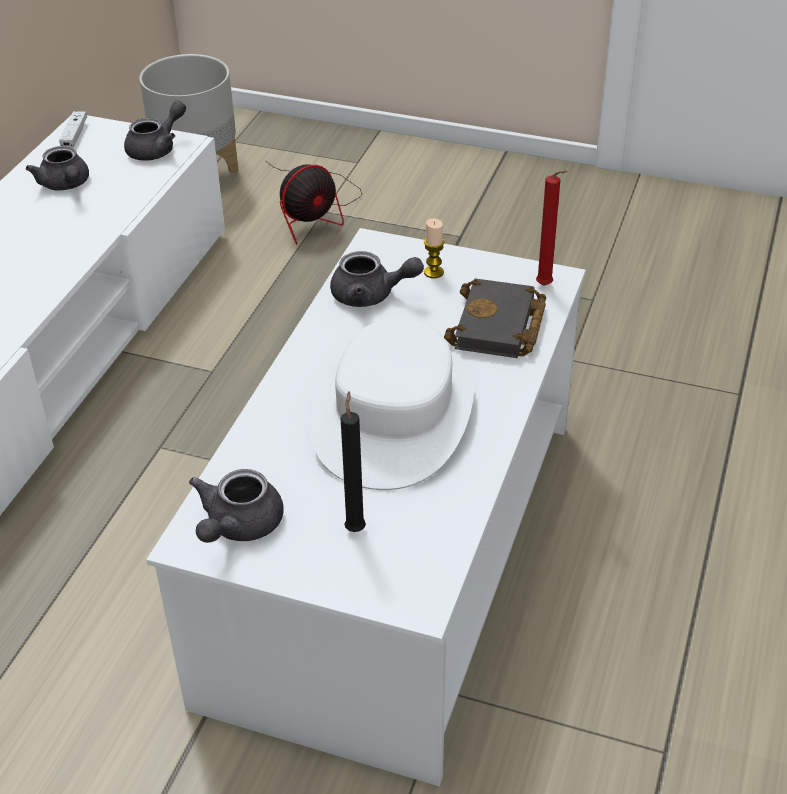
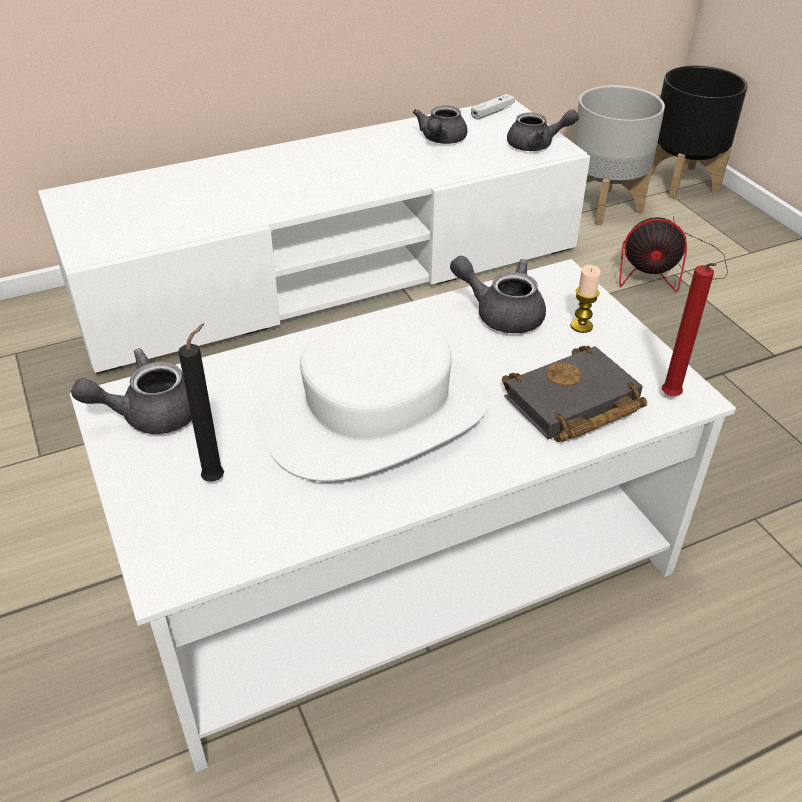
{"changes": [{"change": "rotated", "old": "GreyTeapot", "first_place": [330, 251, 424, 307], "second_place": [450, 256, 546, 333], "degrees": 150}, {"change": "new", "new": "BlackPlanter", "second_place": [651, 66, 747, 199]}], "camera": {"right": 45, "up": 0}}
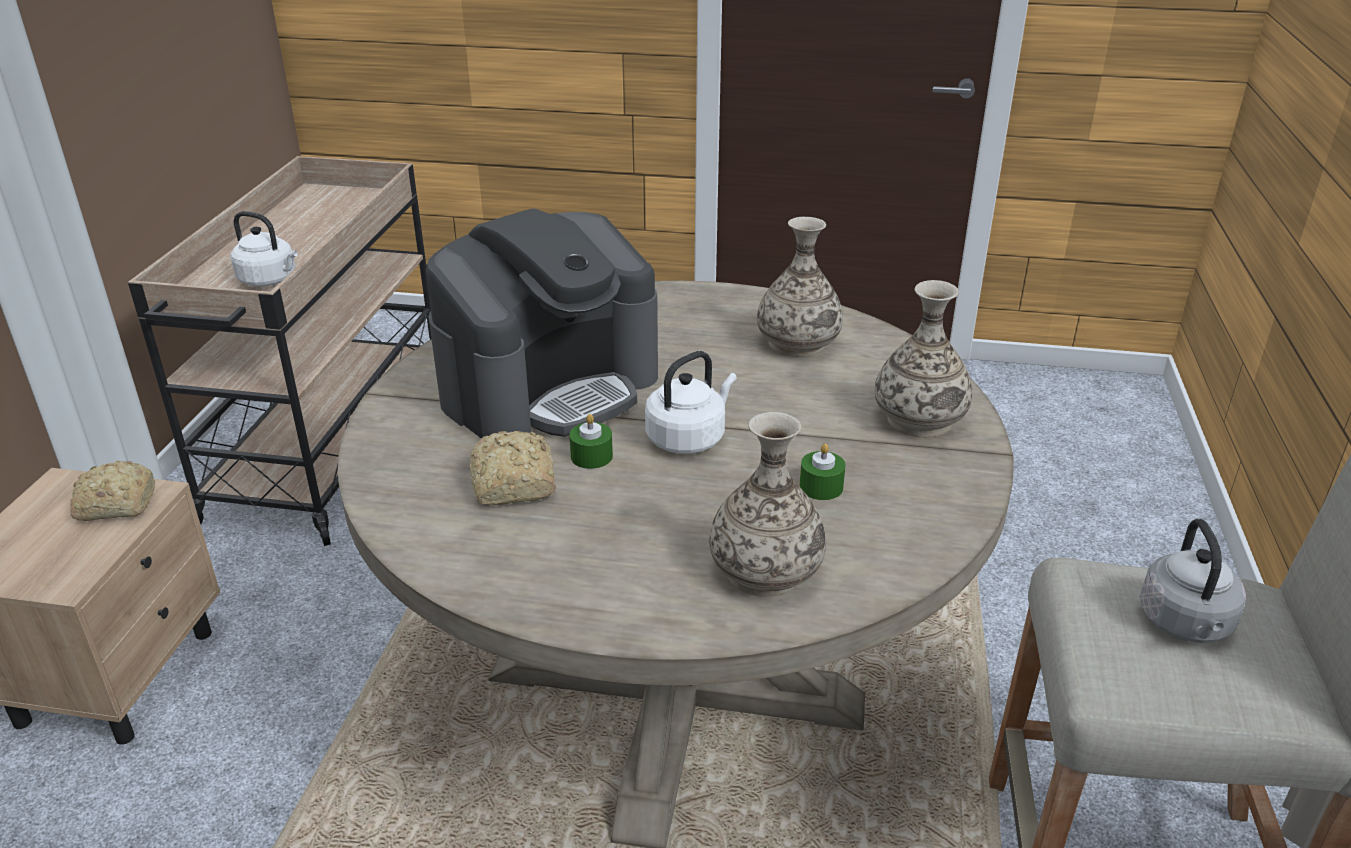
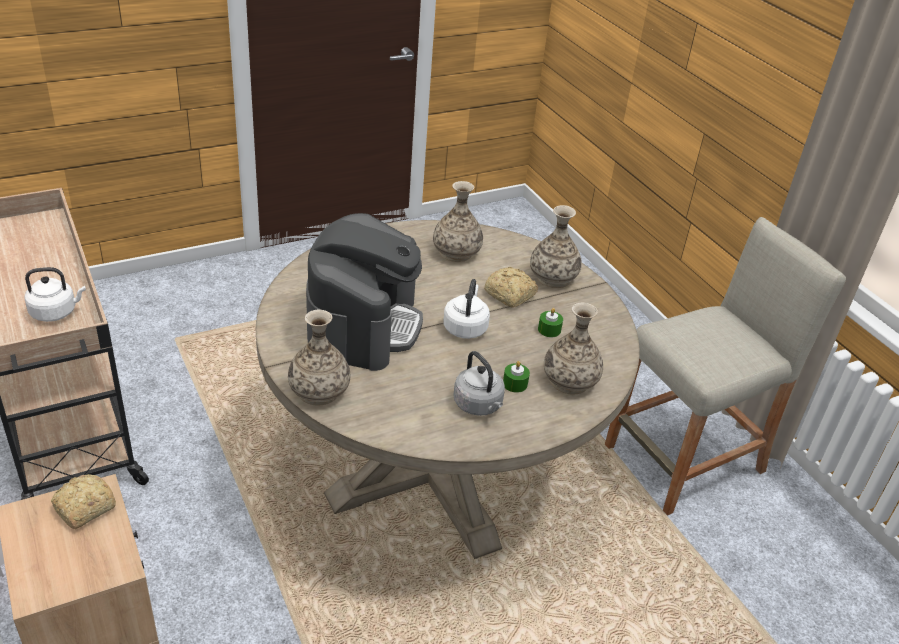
{"changes": [{"change": "new", "new": "Vase", "second_place": [288, 309, 350, 405]}, {"change": "shifted", "old": "GreyKettle", "first_place": [1140, 519, 1246, 643], "second_place": [453, 351, 505, 415]}, {"change": "shifted", "old": "Bread", "first_place": [470, 431, 556, 505], "second_place": [484, 267, 538, 308]}, {"change": "shifted", "old": "GreenCandle", "first_place": [570, 414, 613, 469], "second_place": [503, 361, 530, 393]}], "camera": {"right": -40, "up": 5}}
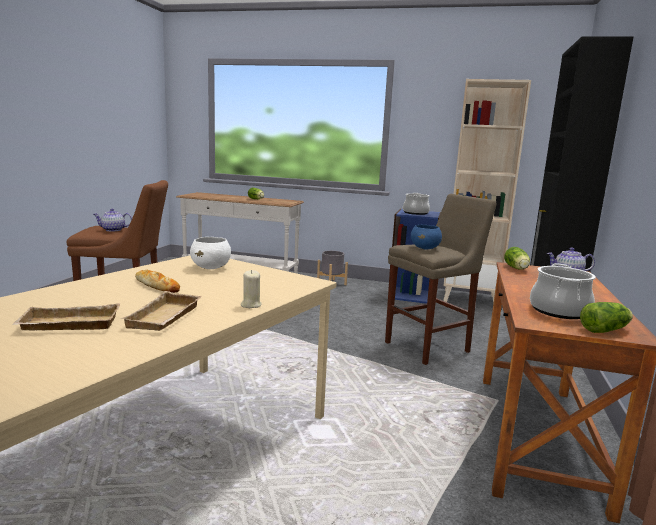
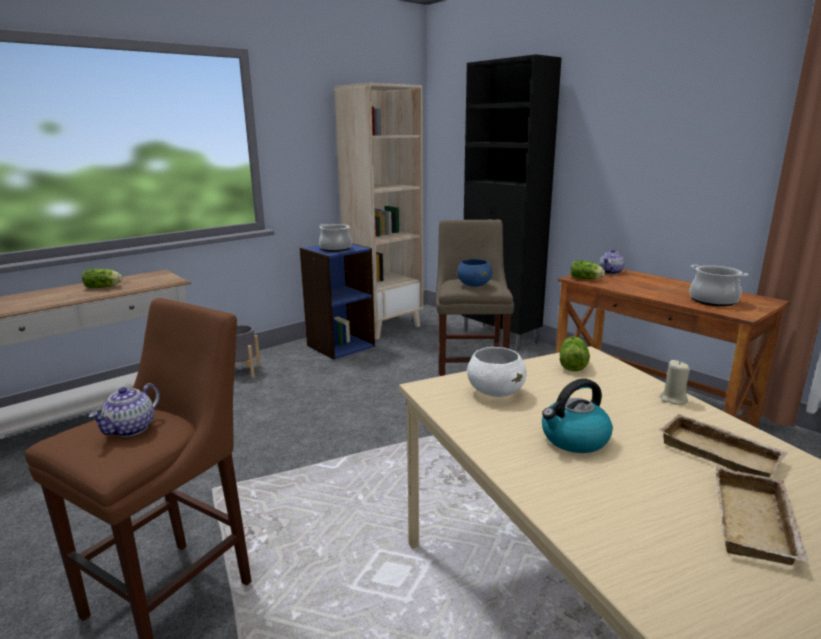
{"changes": [{"change": "swapped", "old": "Bread", "new": "Kettle", "first_place": [135, 270, 180, 293], "second_place": [542, 378, 613, 453]}, {"change": "shifted", "old": "Lettuce", "first_place": [580, 302, 633, 333], "second_place": [560, 337, 590, 371]}], "camera": {"right": -55, "up": 5}}
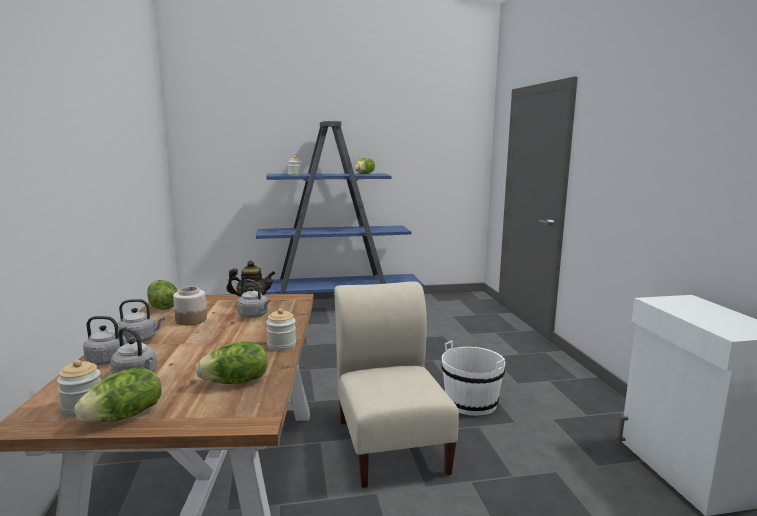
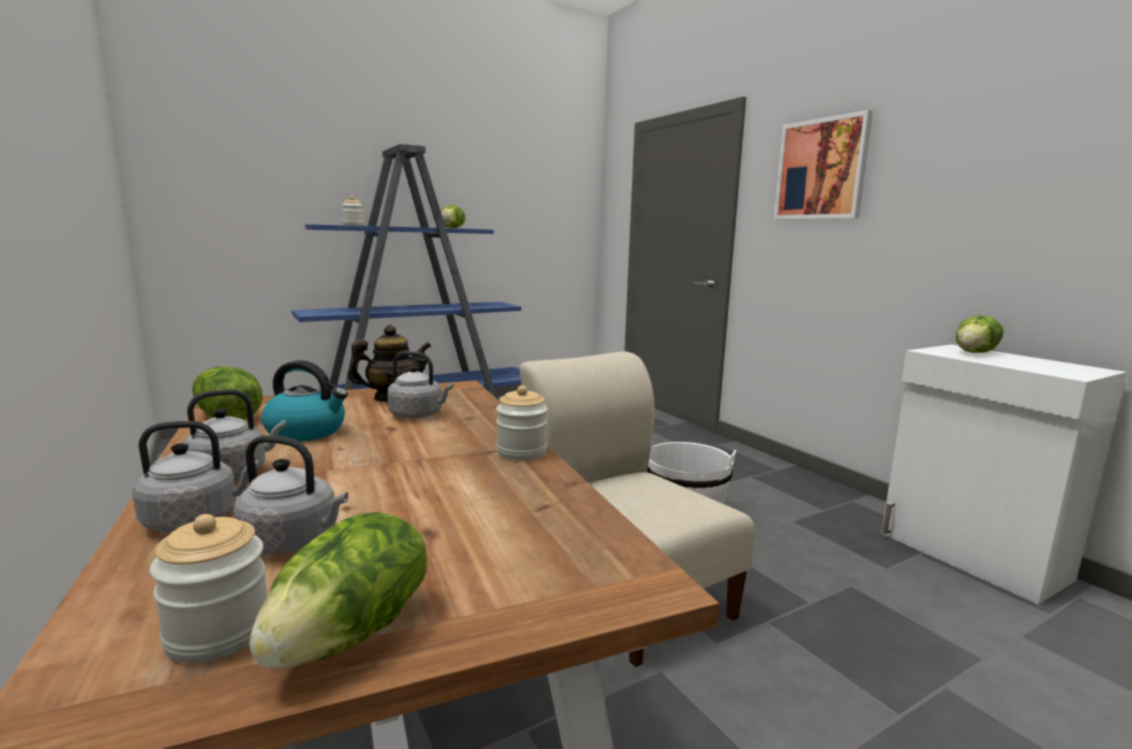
{"changes": [{"change": "swapped", "old": "Jar", "new": "Kettle", "first_place": [173, 287, 207, 325], "second_place": [261, 360, 348, 441]}, {"change": "new", "new": "Picture", "second_place": [774, 110, 873, 220]}, {"change": "shifted", "old": "Lettuce", "first_place": [195, 342, 268, 384], "second_place": [956, 315, 1004, 353]}], "camera": {"right": -20, "up": 0}}
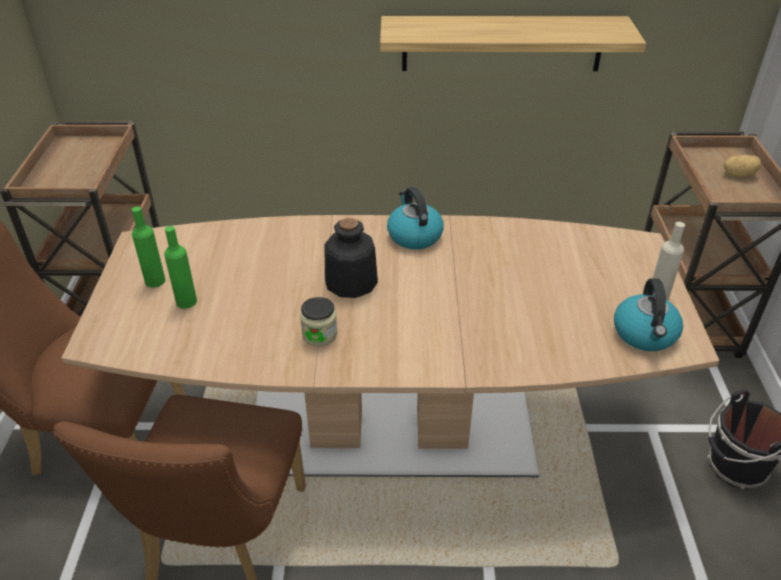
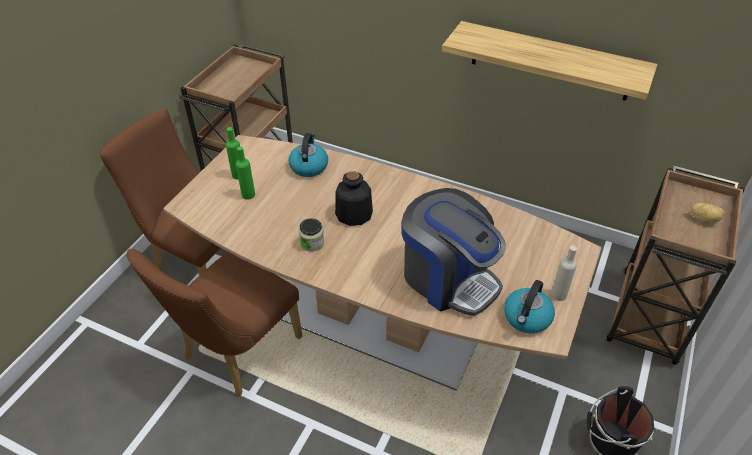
{"changes": [{"change": "shifted", "old": "Kettle", "first_place": [387, 187, 444, 249], "second_place": [288, 133, 328, 177]}, {"change": "new", "new": "CoffeeMachine", "second_place": [401, 188, 506, 316]}], "camera": {"right": 25, "up": 5}}
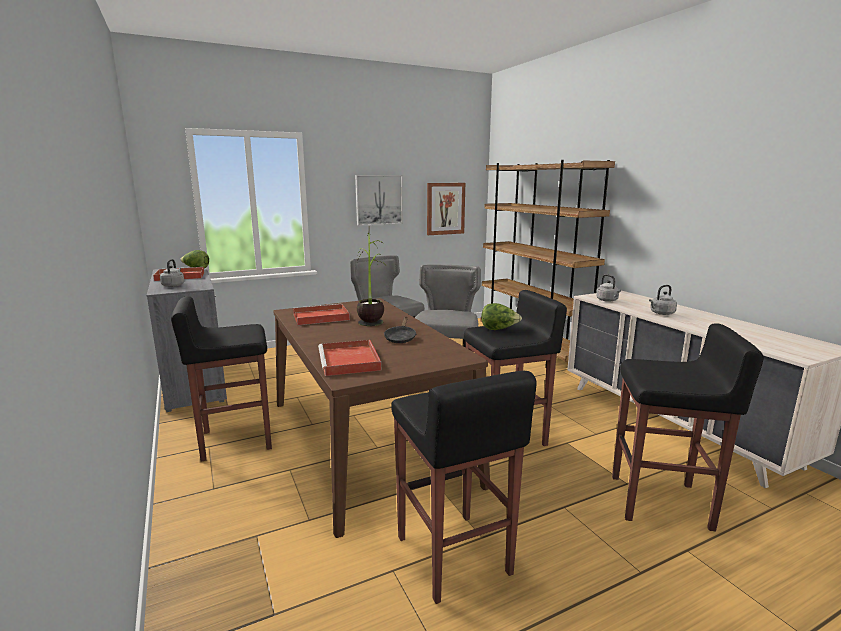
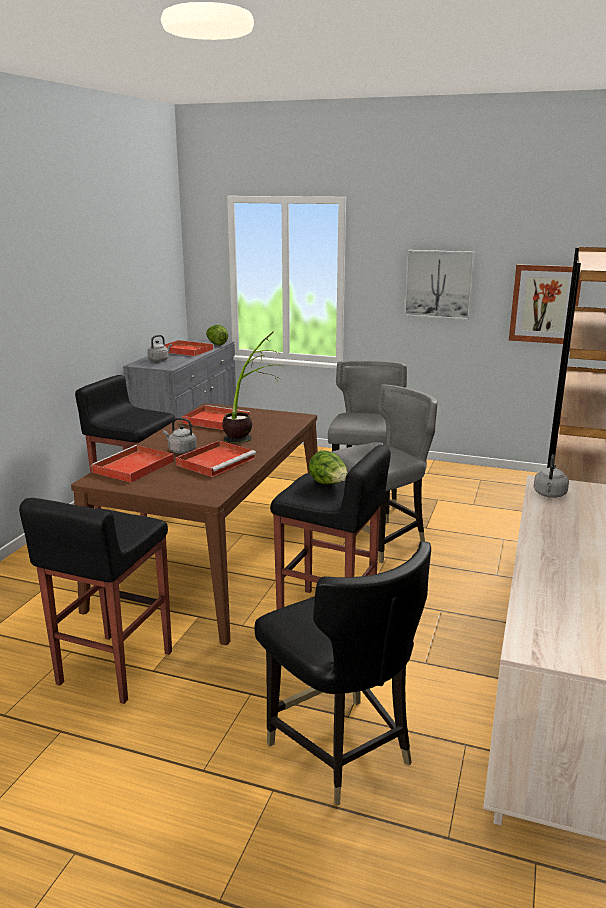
{"changes": [{"change": "shifted", "old": "GreyKettle", "first_place": [649, 285, 677, 315], "second_place": [163, 418, 197, 454]}, {"change": "swapped", "old": "BlackFryingPan", "new": "RedTray", "first_place": [384, 317, 416, 343], "second_place": [176, 441, 256, 477]}, {"change": "swapped", "old": "BlackStool", "new": "BlackChair", "first_place": [612, 323, 764, 531], "second_place": [254, 541, 431, 805]}], "camera": {"right": 45, "up": 5}}
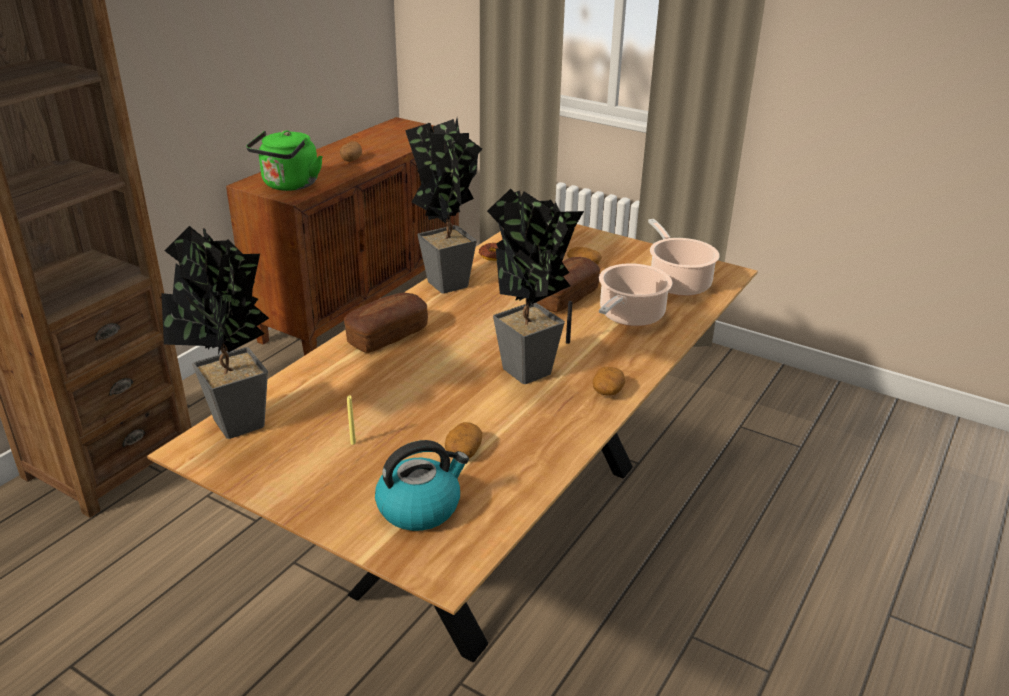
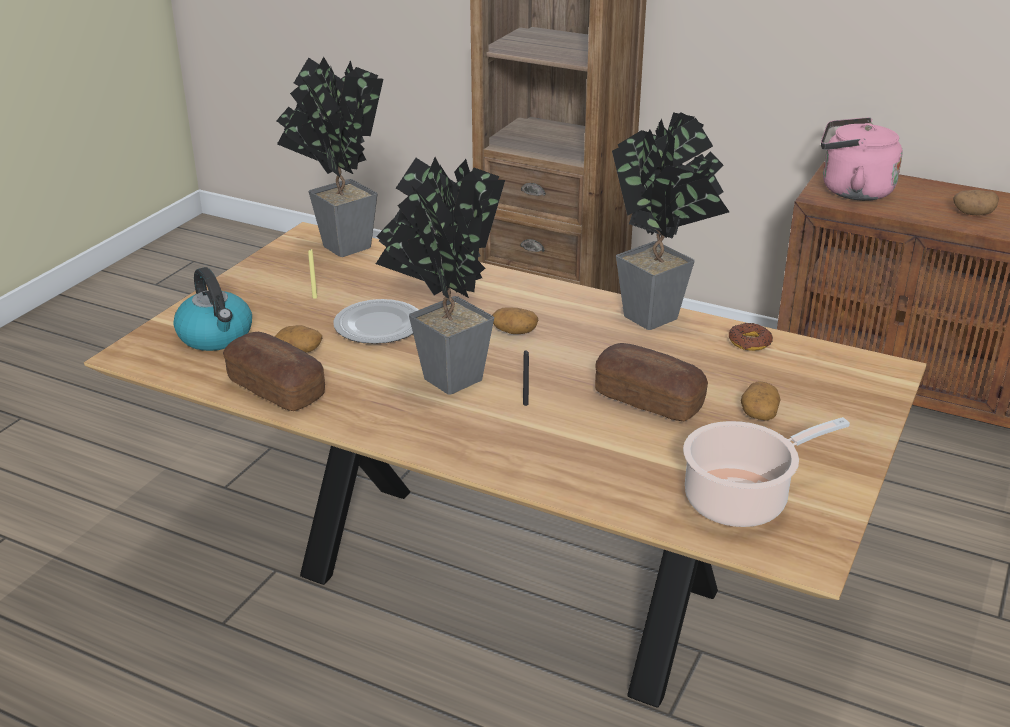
{"changes": [{"change": "shifted", "old": "Bread", "first_place": [344, 293, 428, 353], "second_place": [223, 332, 325, 411]}, {"change": "new", "new": "Plate", "second_place": [334, 299, 419, 344]}, {"change": "shifted", "old": "Potato", "first_place": [593, 367, 625, 396], "second_place": [492, 307, 538, 334]}, {"change": "repainted", "old": "GreenKettle", "new": "PinkKettle", "first_place": [246, 130, 323, 191], "second_place": [821, 117, 903, 201]}, {"change": "gone", "old": "CookingPot", "first_place": [599, 263, 673, 326]}], "camera": {"right": 85, "up": 0}}
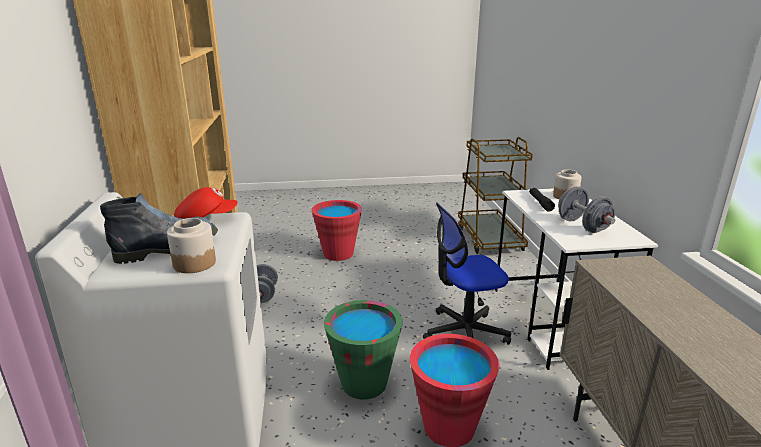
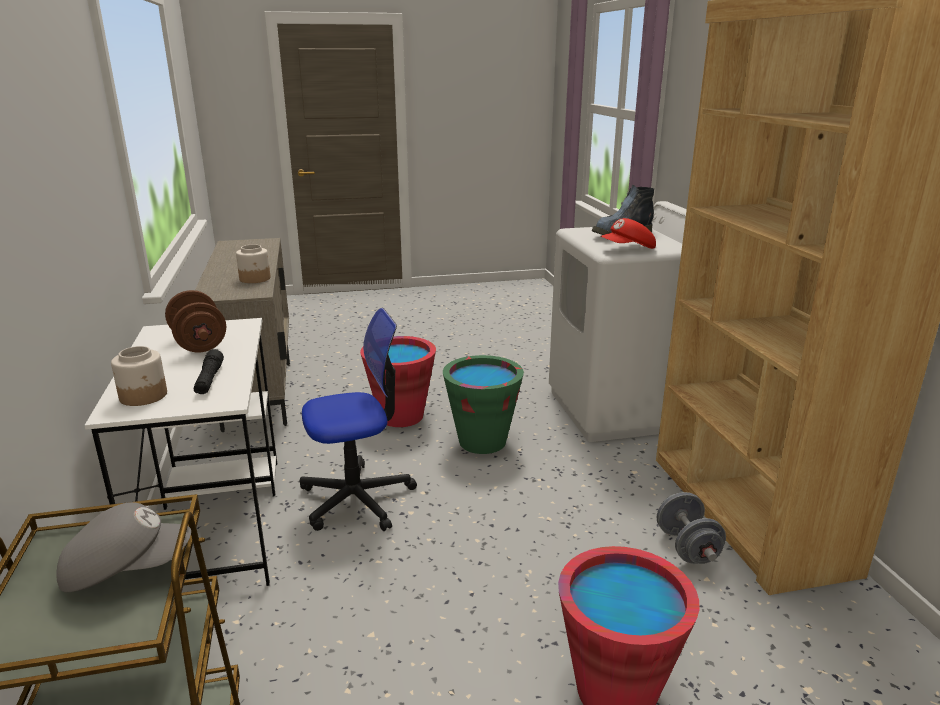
{"changes": [{"change": "new", "new": "GreyCap", "second_place": [56, 502, 191, 592]}, {"change": "repainted", "old": "GreyDumbbell", "new": "BrownDumbbell", "first_place": [558, 186, 615, 233], "second_place": [165, 290, 226, 352]}, {"change": "shifted", "old": "Jar", "first_place": [167, 218, 216, 273], "second_place": [236, 245, 271, 283]}], "camera": {"right": 175, "up": 0}}
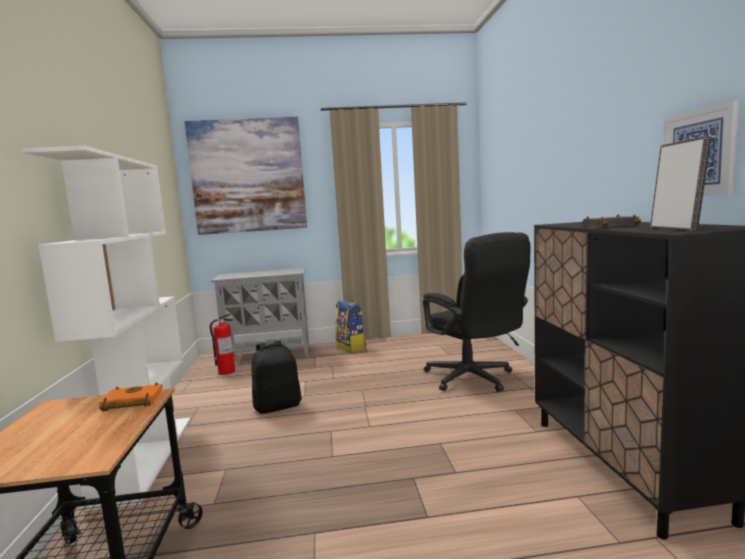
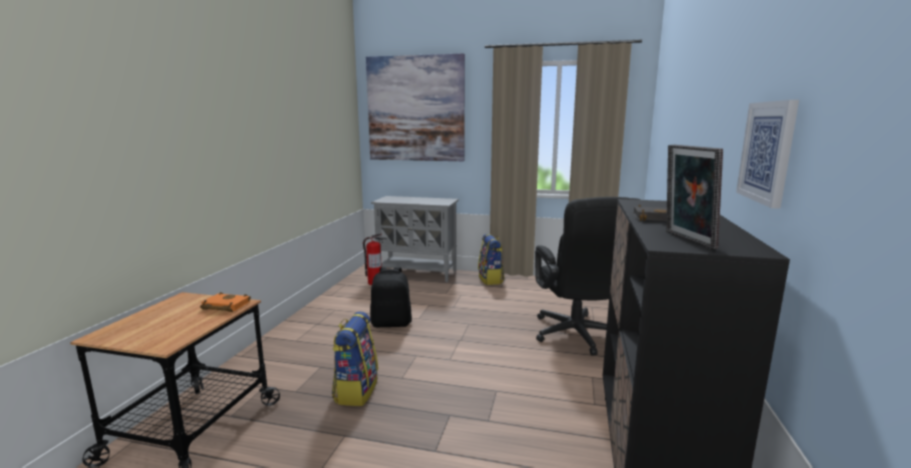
{"changes": [{"change": "new", "new": "Backpack", "second_place": [332, 311, 378, 406]}, {"change": "rotated", "old": "PictureFrame", "first_place": [650, 136, 712, 231], "second_place": [666, 145, 723, 249], "degrees": 150}, {"change": "gone", "old": "WhiteBookcase", "first_place": [21, 146, 190, 511]}], "camera": {"right": 20, "up": 5}}
